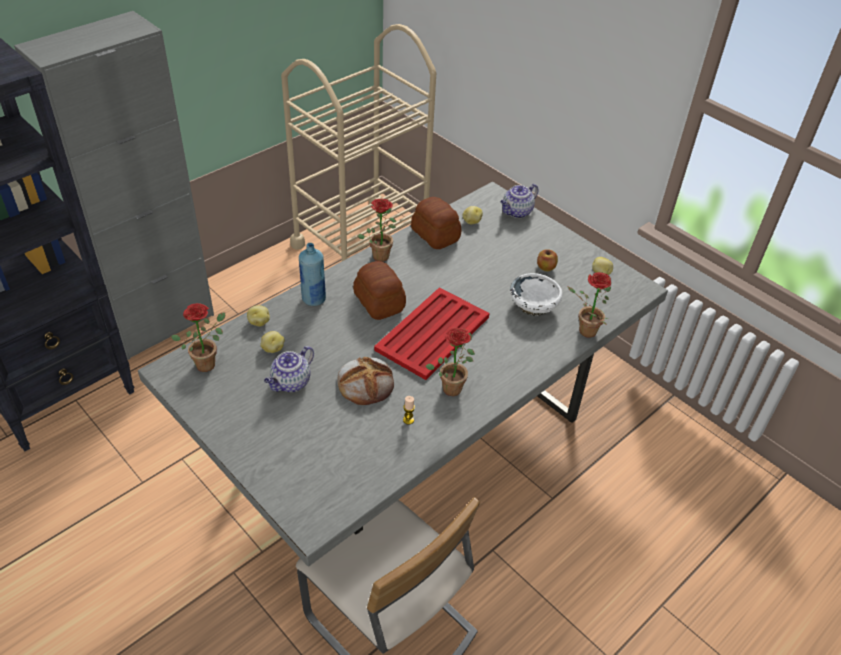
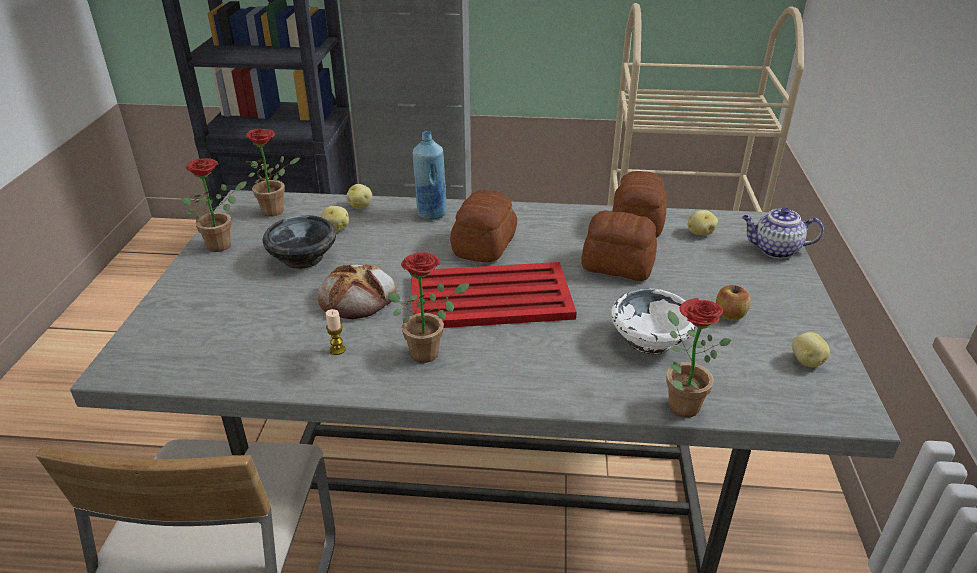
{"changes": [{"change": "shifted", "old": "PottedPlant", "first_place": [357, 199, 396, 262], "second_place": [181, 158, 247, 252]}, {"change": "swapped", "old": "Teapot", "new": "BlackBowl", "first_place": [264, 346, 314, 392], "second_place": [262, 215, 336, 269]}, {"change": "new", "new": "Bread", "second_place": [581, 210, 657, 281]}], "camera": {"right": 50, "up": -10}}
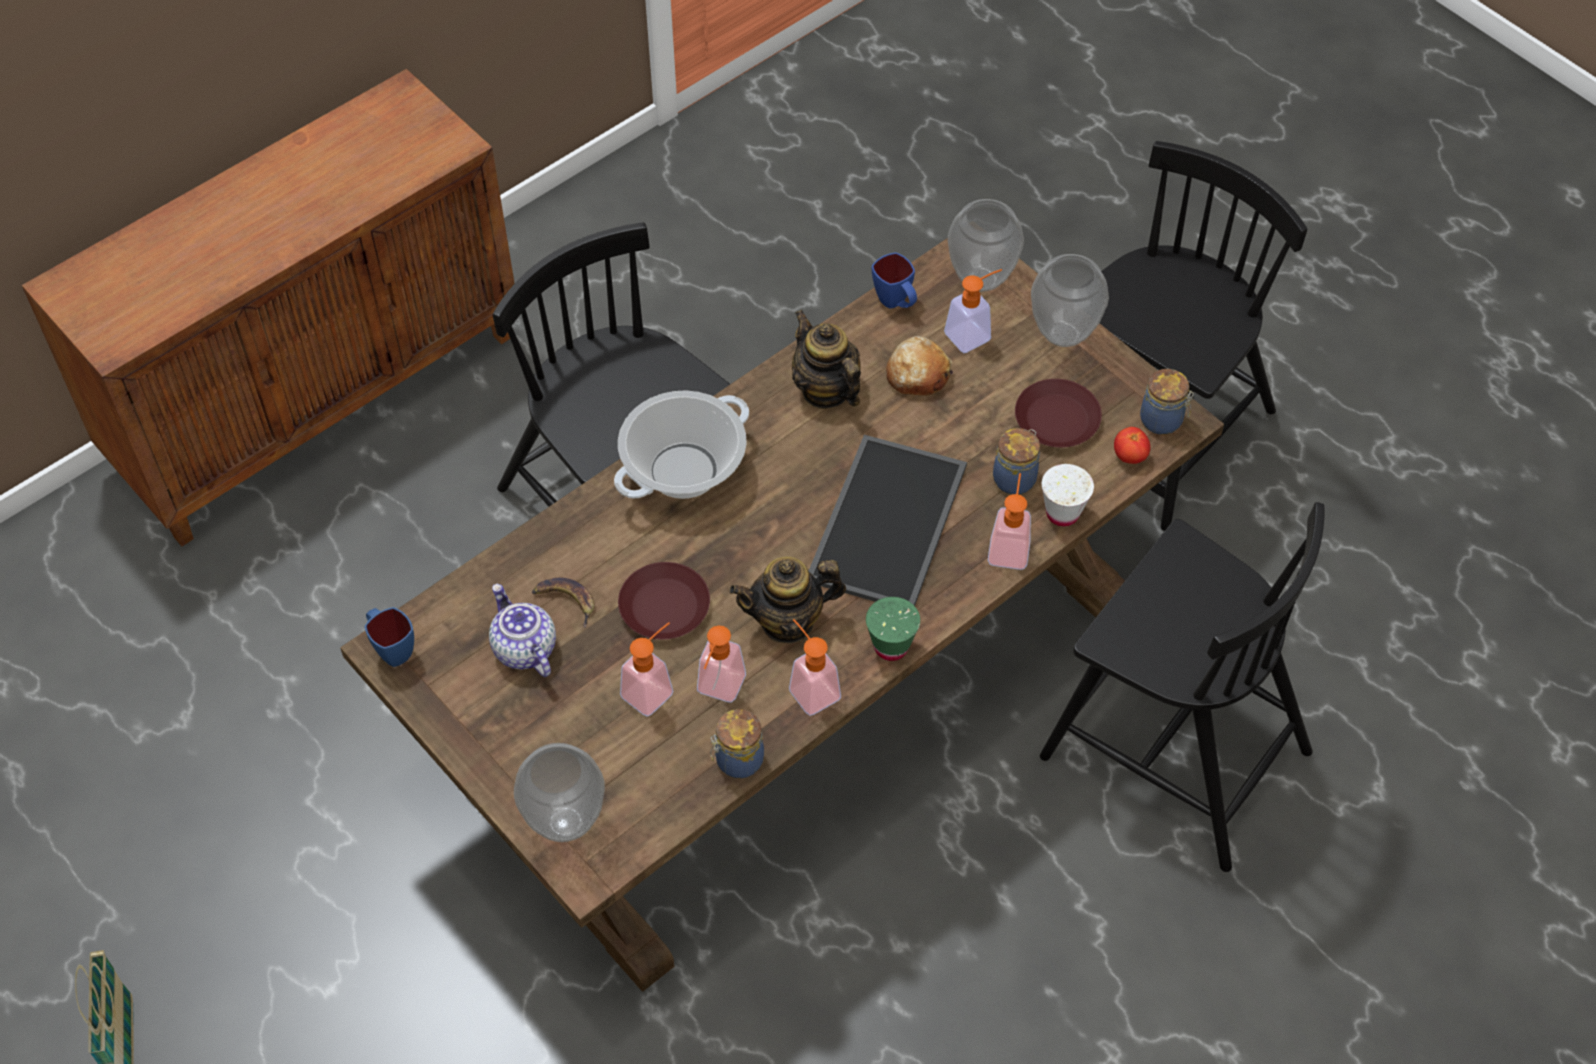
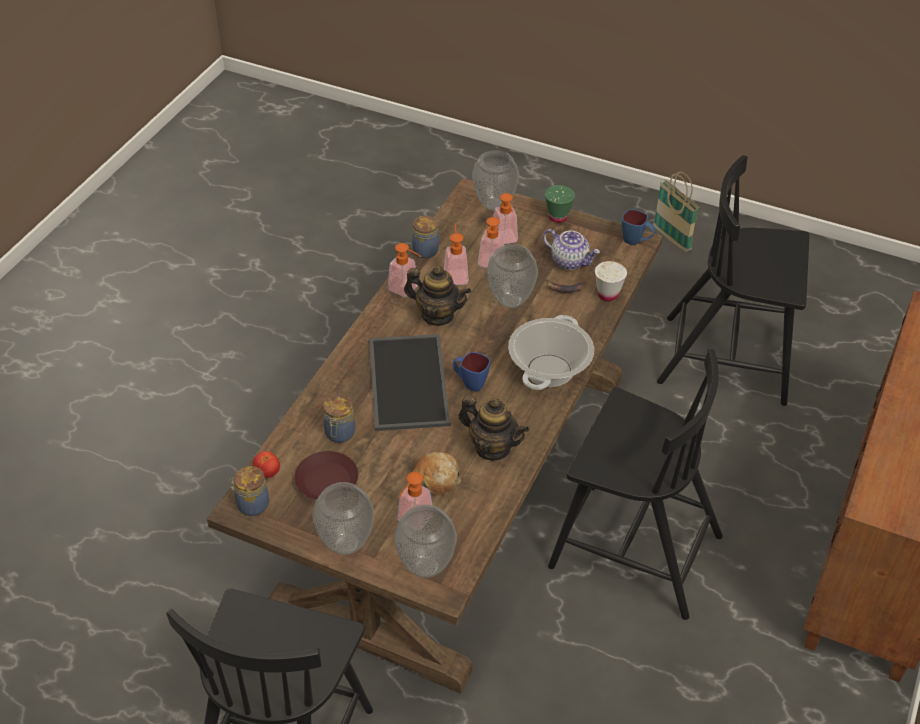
{"changes": [{"change": "rotated", "old": "Teapot", "first_place": [729, 557, 846, 644], "second_place": [404, 266, 471, 326], "degrees": 60}, {"change": "shifted", "old": "BlueMug", "first_place": [872, 253, 917, 309], "second_place": [453, 352, 490, 392]}, {"change": "swapped", "old": "BrownPlate", "new": "Vase", "first_place": [618, 562, 710, 639], "second_place": [487, 244, 538, 308]}, {"change": "shifted", "old": "SoapDispenser", "first_place": [988, 473, 1031, 570], "second_place": [494, 193, 518, 244]}, {"change": "shifted", "old": "GreenCup", "first_place": [866, 597, 920, 661], "second_place": [545, 185, 575, 223]}, {"change": "shifted", "old": "WhiteCup", "first_place": [1042, 464, 1094, 527], "second_place": [595, 261, 627, 301]}, {"change": "shifted", "old": "BlackChair", "first_place": [1040, 502, 1324, 872], "second_place": [657, 155, 810, 406]}], "camera": {"right": 155, "up": -10}}
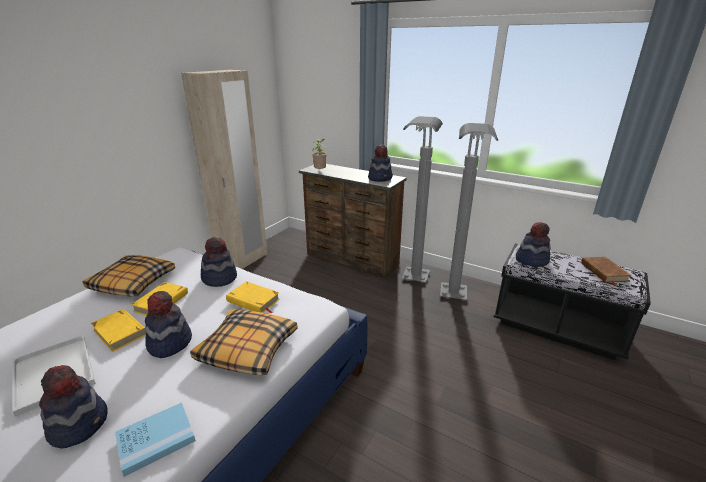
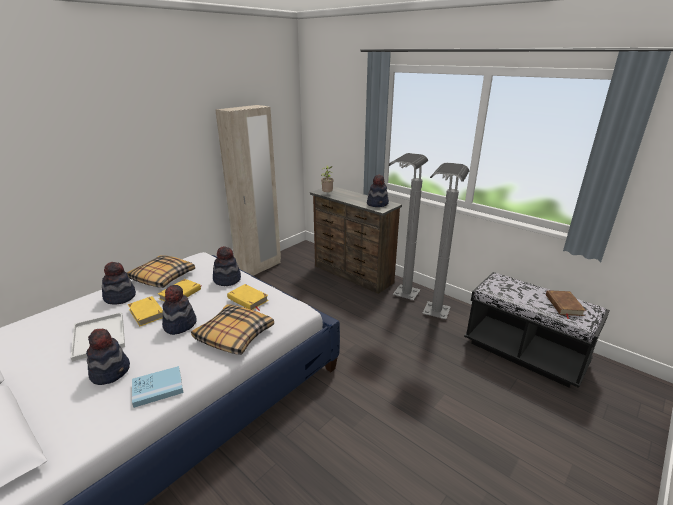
{"changes": [{"change": "shifted", "old": "Hat", "first_place": [516, 222, 550, 267], "second_place": [102, 262, 136, 305]}], "camera": {"right": 10, "up": 0}}
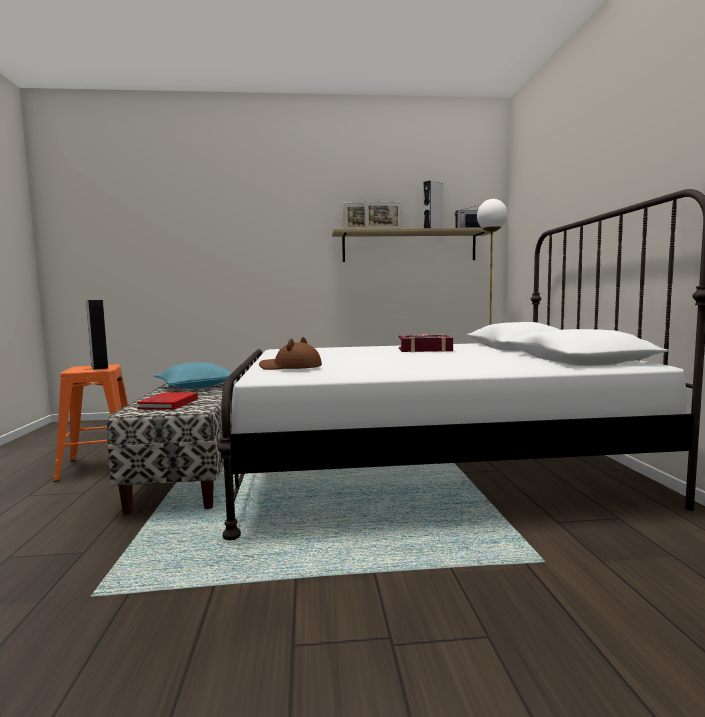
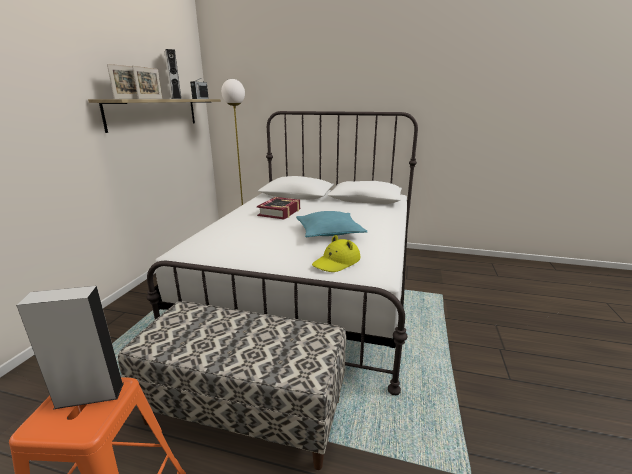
{"changes": [{"change": "shifted", "old": "TurquoisePillow", "first_place": [154, 362, 241, 389], "second_place": [296, 211, 367, 237]}, {"change": "repainted", "old": "BrownHat", "new": "YellowHat", "first_place": [259, 337, 322, 370], "second_place": [312, 235, 360, 272]}, {"change": "gone", "old": "RedBook", "first_place": [137, 392, 198, 410]}], "camera": {"right": -70, "up": 15}}
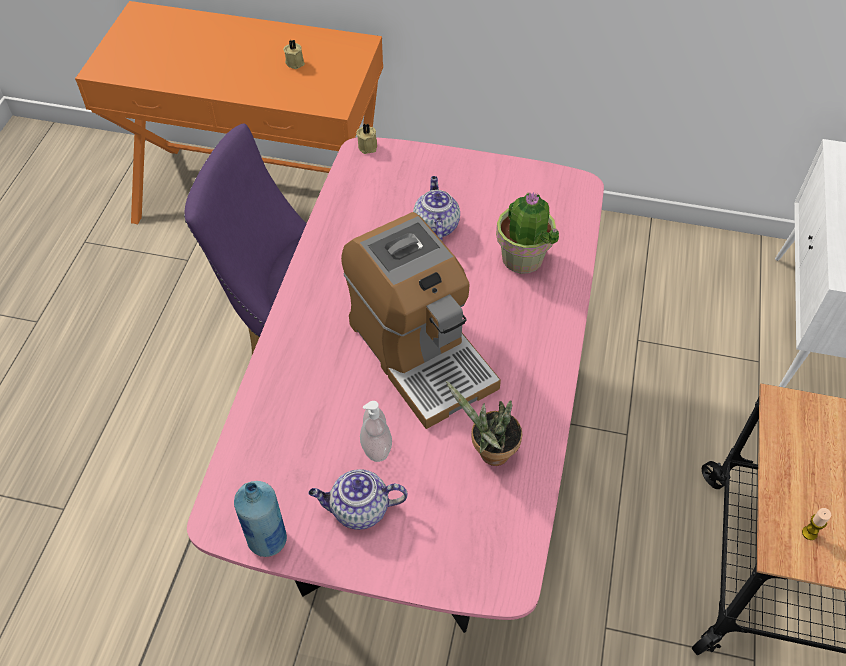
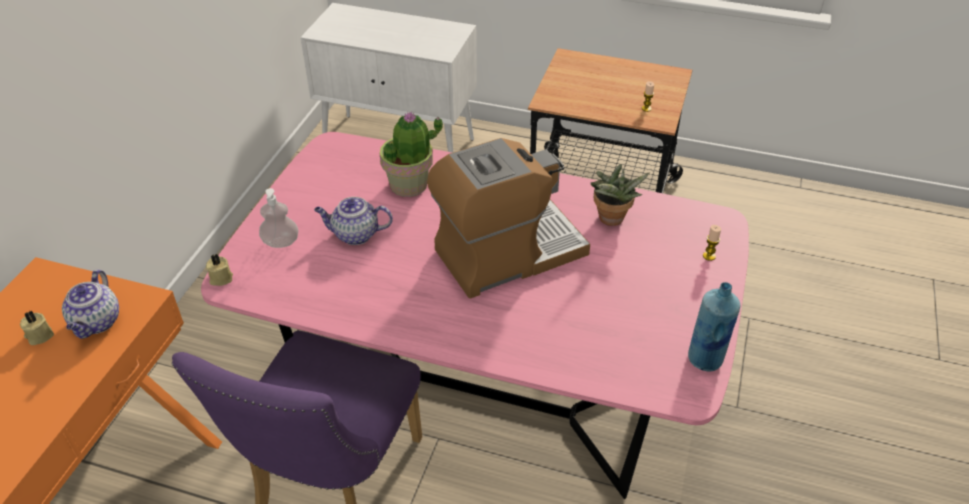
{"changes": [{"change": "shifted", "old": "Teapot", "first_place": [308, 469, 408, 530], "second_place": [62, 270, 119, 339]}, {"change": "shifted", "old": "SoapDispenser", "first_place": [360, 401, 392, 462], "second_place": [259, 188, 298, 248]}, {"change": "new", "new": "Candle", "second_place": [703, 225, 721, 261]}], "camera": {"right": -85, "up": -10}}
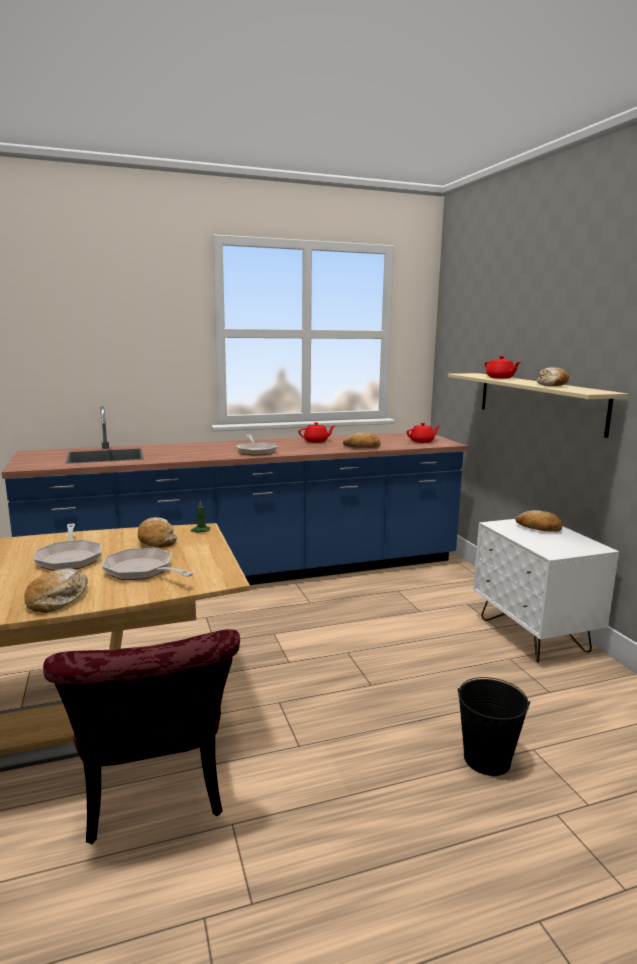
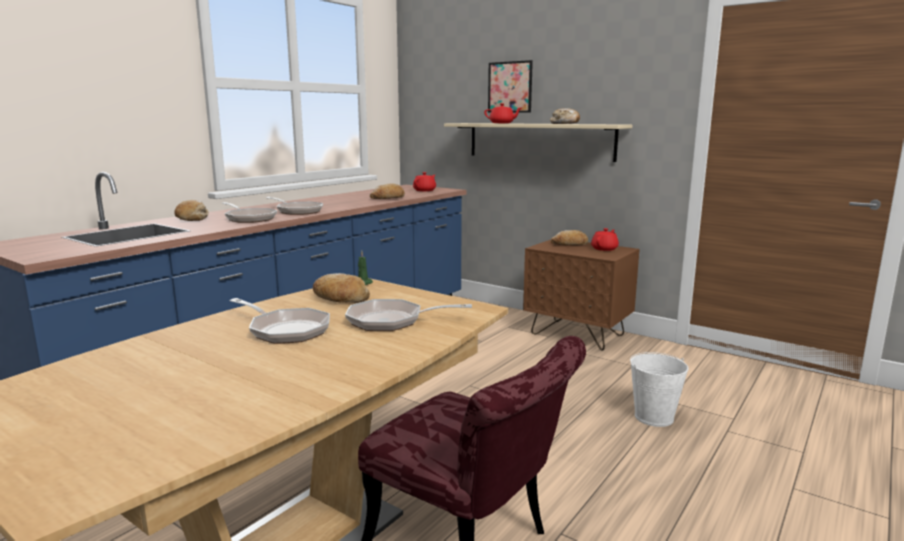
{"changes": [{"change": "shifted", "old": "Bread", "first_place": [24, 568, 88, 613], "second_place": [174, 200, 209, 221]}, {"change": "new", "new": "FryingPan", "second_place": [222, 202, 277, 223]}, {"change": "new", "new": "Picture", "second_place": [488, 60, 533, 113]}, {"change": "repainted", "old": "WhiteNightstand", "new": "BrownNightstand", "first_place": [473, 519, 619, 663], "second_place": [523, 239, 640, 350]}, {"change": "shifted", "old": "RedTeapot", "first_place": [298, 422, 335, 443], "second_place": [591, 228, 619, 251]}, {"change": "repainted", "old": "BlackBucket", "new": "WhiteBucket", "first_place": [458, 677, 530, 776], "second_place": [630, 352, 689, 427]}], "camera": {"right": -35, "up": 0}}
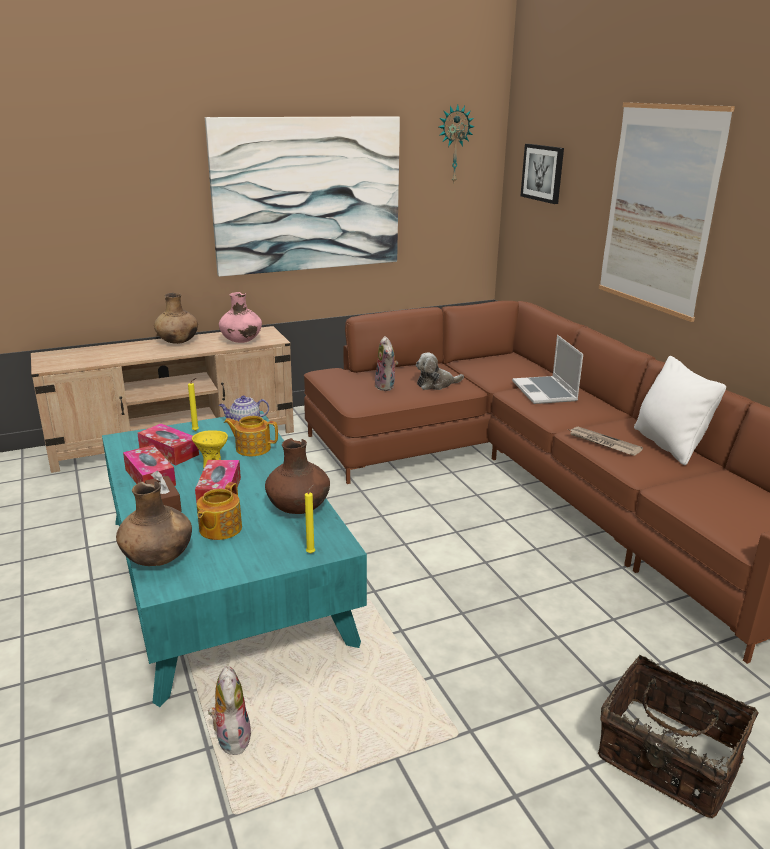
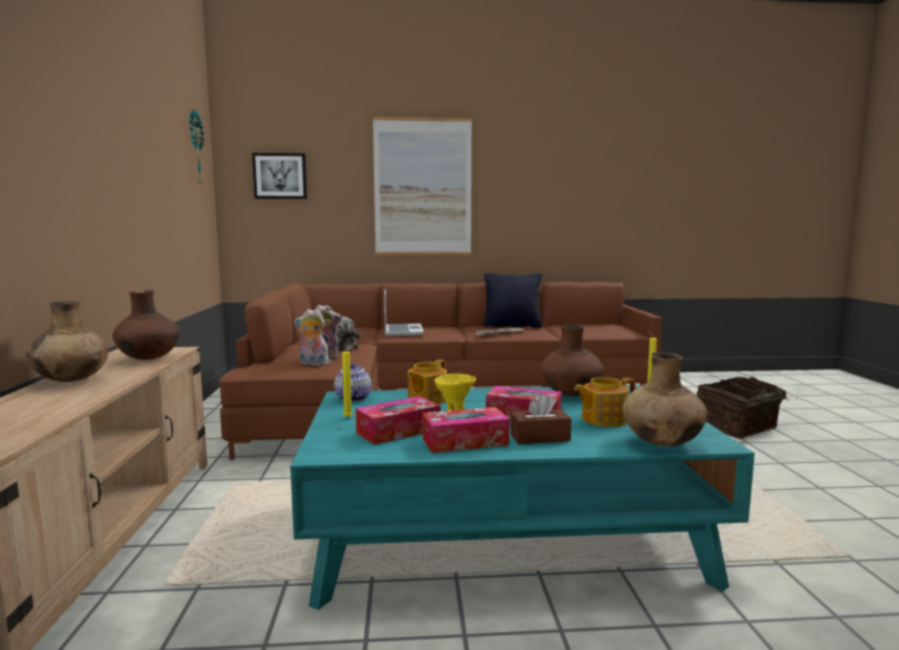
{"changes": [{"change": "repainted", "old": "PinkVase", "new": "BrownVase", "first_place": [219, 292, 262, 343], "second_place": [112, 290, 180, 360]}, {"change": "shifted", "old": "PlushToy", "first_place": [208, 665, 251, 755], "second_place": [294, 309, 329, 366]}, {"change": "rotated", "old": "Laptop", "first_place": [512, 335, 583, 404], "second_place": [384, 289, 424, 336], "degrees": -105}, {"change": "repainted", "old": "WhitePillow", "new": "BlackPillow", "first_place": [634, 356, 726, 465], "second_place": [483, 273, 542, 328]}, {"change": "rotated", "old": "Teapot", "first_place": [197, 482, 242, 540], "second_place": [574, 377, 636, 427], "degrees": 120}, {"change": "gone", "old": "Picture", "first_place": [205, 116, 400, 277]}], "camera": {"right": -70, "up": -15}}
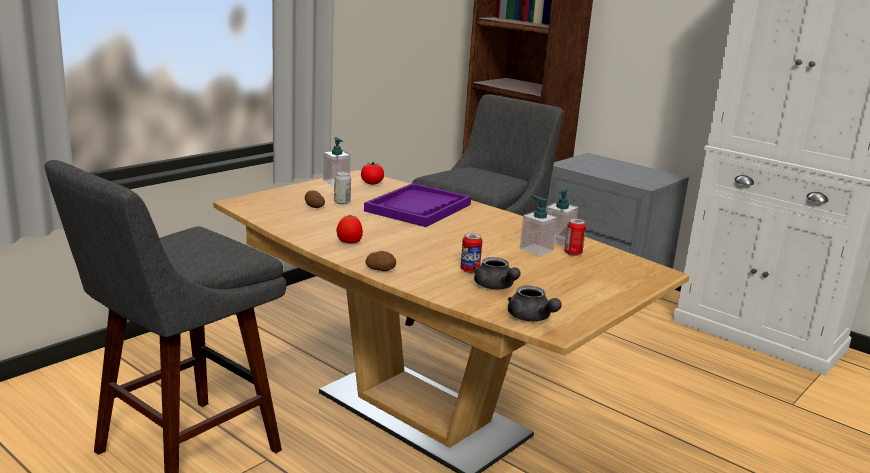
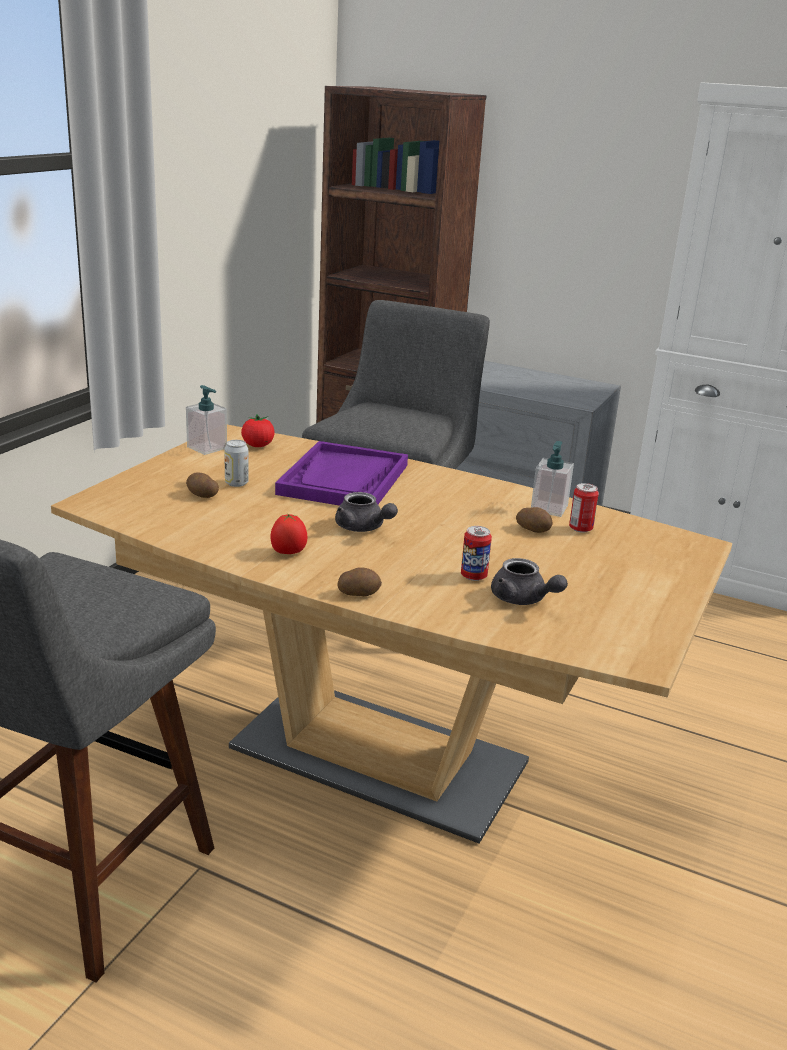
{"changes": [{"change": "shifted", "old": "GreyTeapot", "first_place": [508, 285, 562, 321], "second_place": [335, 492, 398, 532]}, {"change": "swapped", "old": "SoapDispenser", "new": "Potato", "first_place": [520, 195, 558, 256], "second_place": [516, 507, 553, 533]}], "camera": {"right": -15, "up": 5}}
